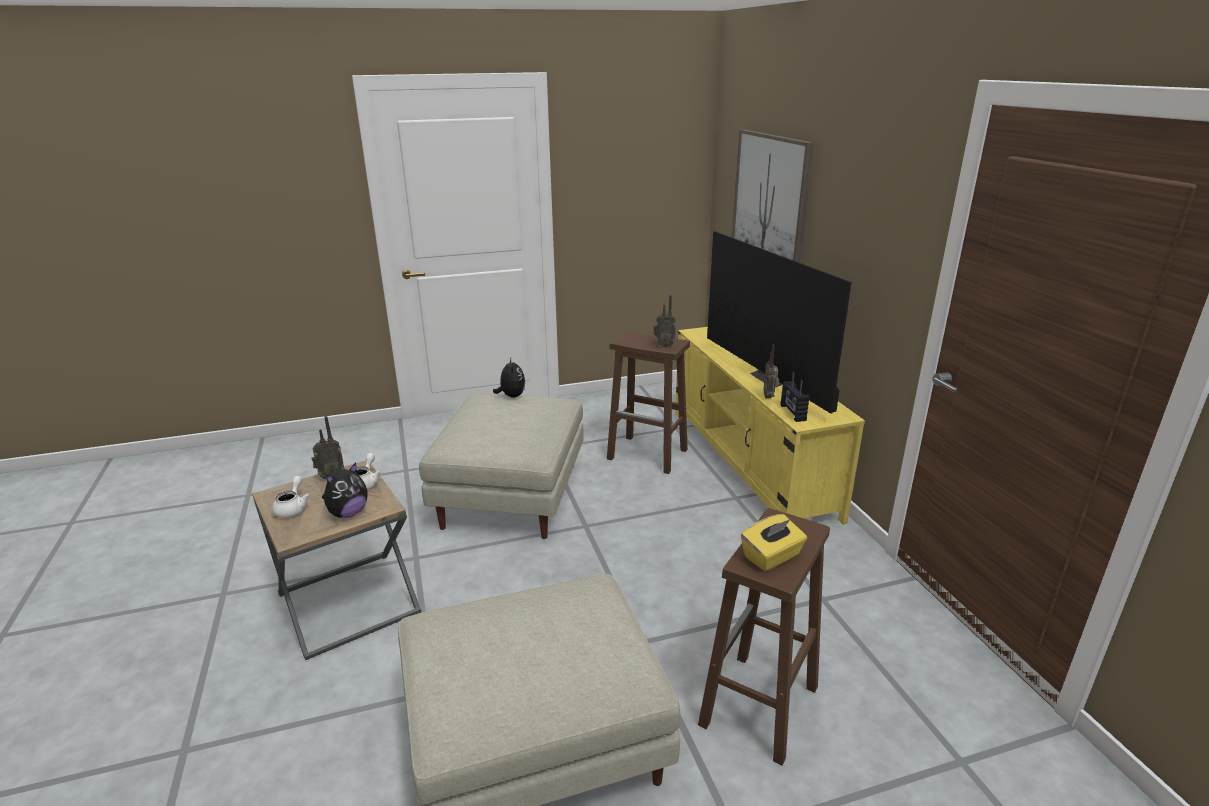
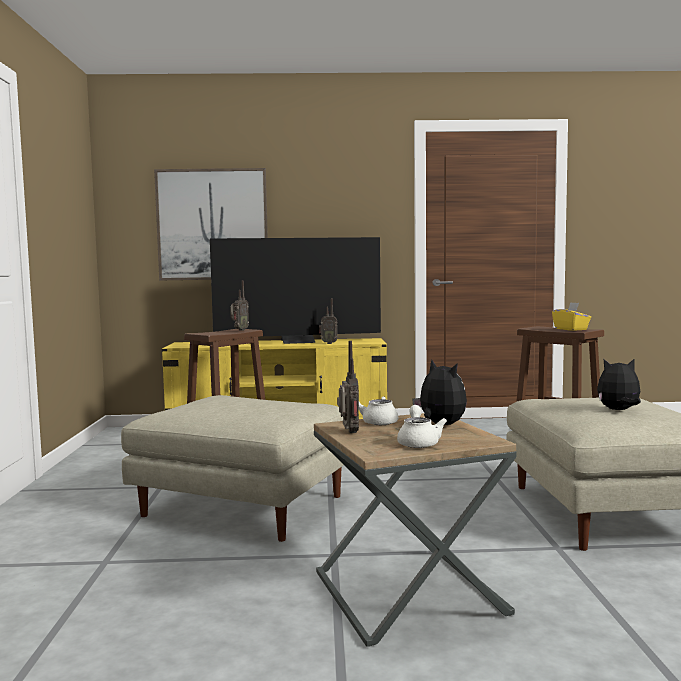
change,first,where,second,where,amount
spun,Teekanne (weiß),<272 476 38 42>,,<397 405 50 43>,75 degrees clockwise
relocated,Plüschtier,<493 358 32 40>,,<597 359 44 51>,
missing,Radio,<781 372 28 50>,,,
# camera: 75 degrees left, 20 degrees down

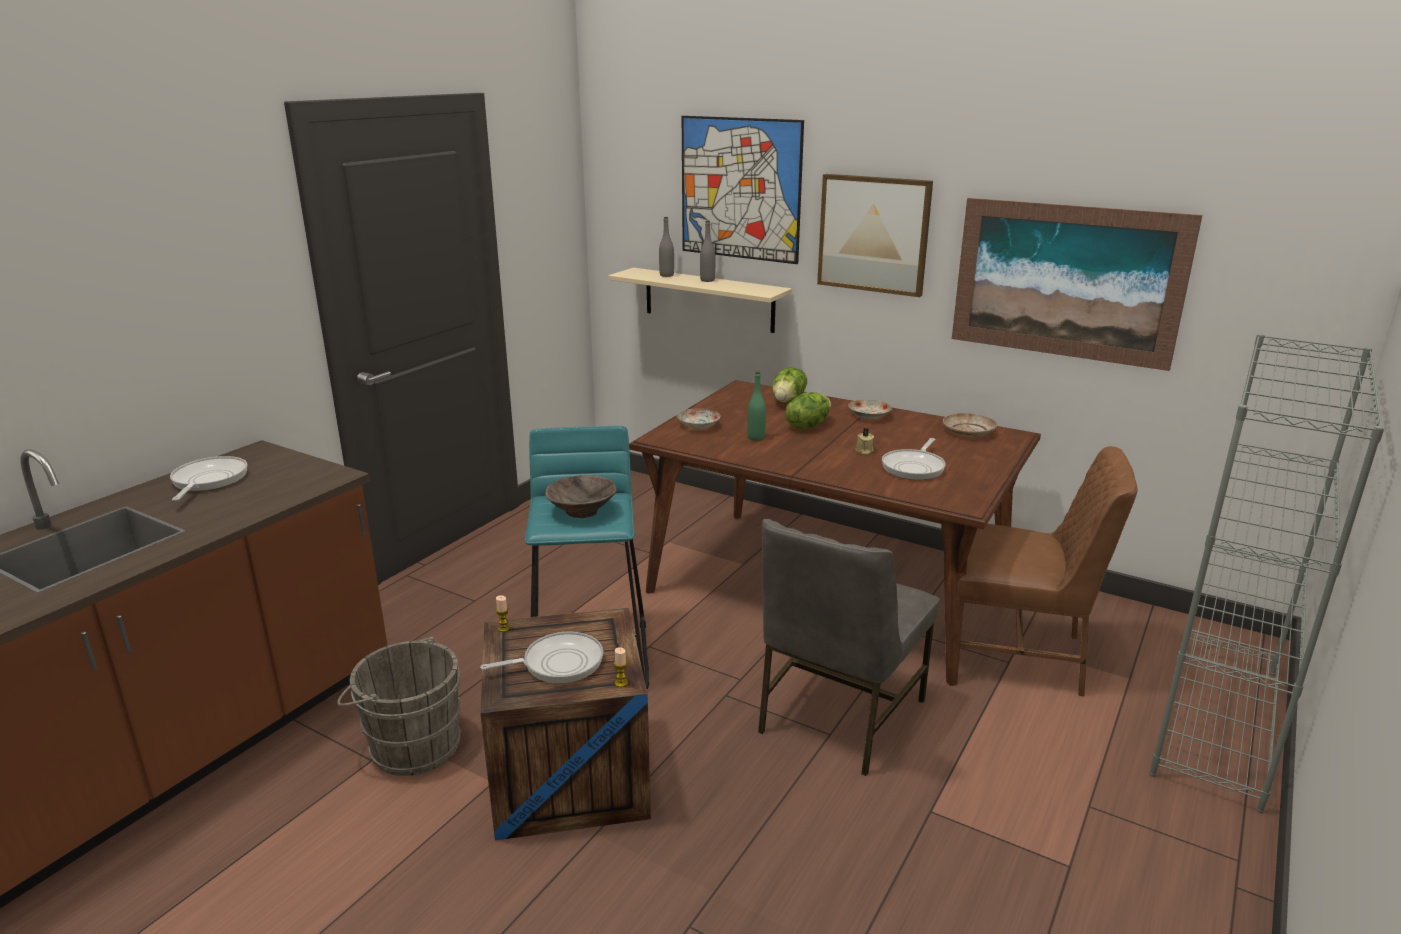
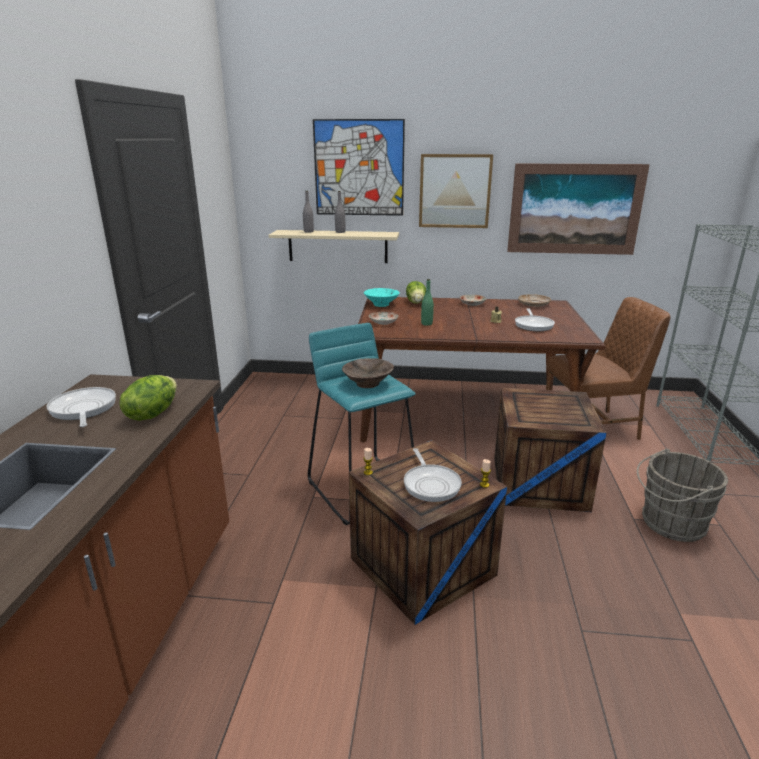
change,first,where,second,where,amount
relocated,Salatkopf,<785 392 46 37>,,<120 375 57 46>,
appeared,,,Schüssel (türkis),<364 288 36 19>,
spun,Pfanne,<480 632 123 51>,,<404 448 58 54>,120 degrees clockwise
exchanged,Stuhl (grau),<758 519 182 257>,Kiste,<494 388 112 124>,
relocated,Eimer (grau),<337 637 125 139>,,<637 449 91 93>,
# camera: 25 degrees left, 0 degrees up

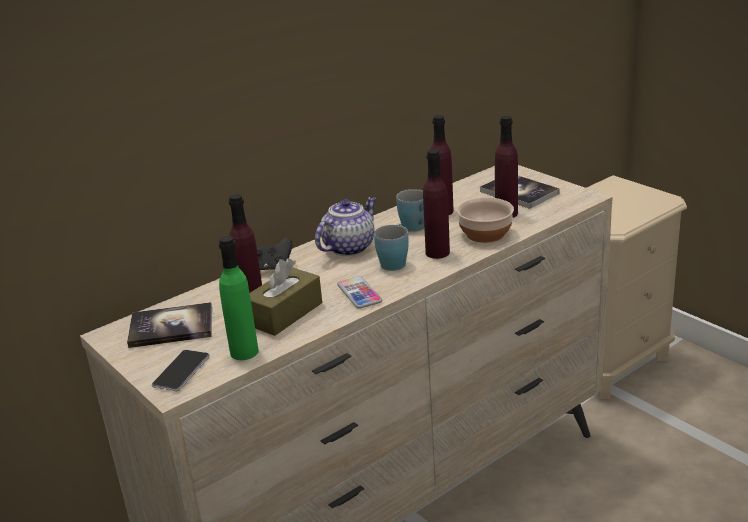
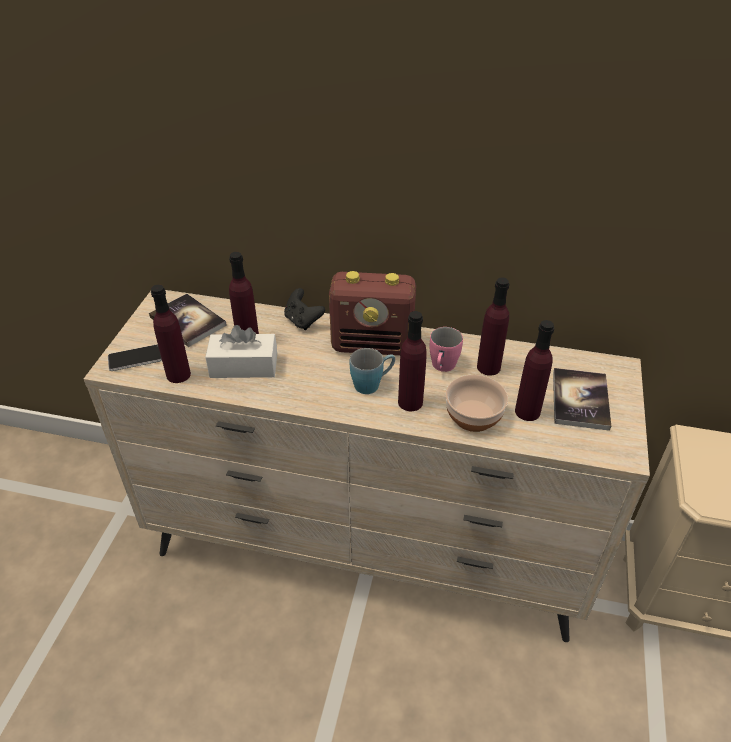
change,first,where,second,where,amount
colour,Flasche (grün),<219 236 40 124>,Flasche (lila),<151 285 40 98>,
colour,Taschentuchbox (braun),<250 258 72 78>,Taschentuchbox (weiß),<205 325 72 53>,
exchanged,Teekanne,<315 197 61 59>,Radio,<329 271 87 85>,
colour,Henkelbecher (blau),<396 189 28 43>,Henkelbecher (rosa),<429 327 34 45>,
missing,Handy,<337 276 45 33>,,,
# camera: 50 degrees right, 15 degrees up

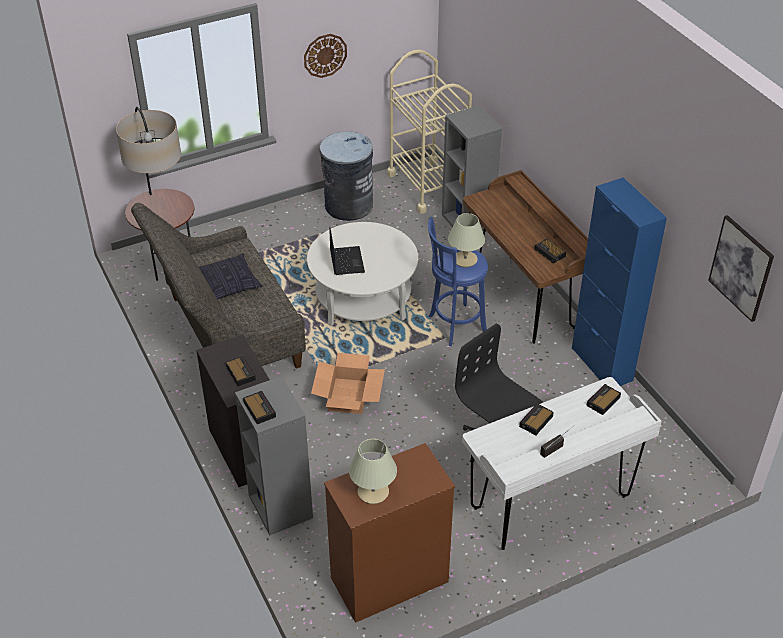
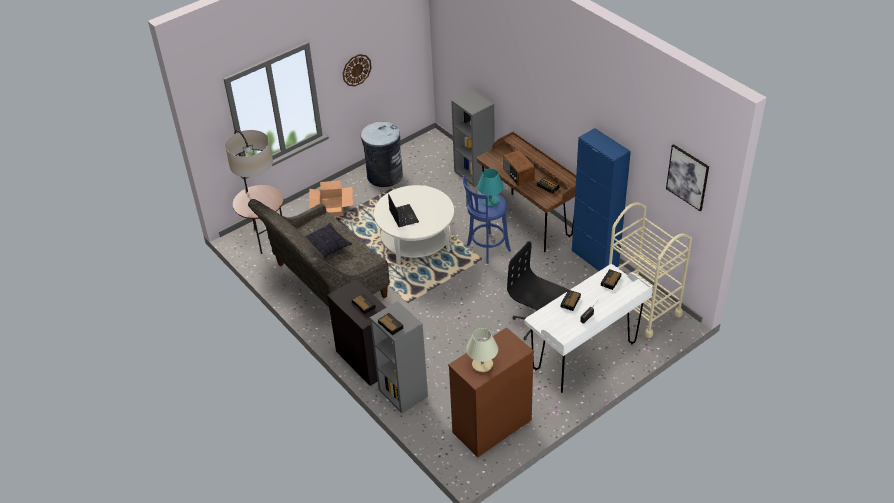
change,first,where,second,where,amount
relocated,Karton,<311 353 74 61>,,<309 180 44 37>,
colour,Tischlampe (beige),<448 213 37 54>,Tischlampe (türkis),<477 169 27 38>,
appeared,,,Radio,<503 150 32 36>,
relocated,Rollwagen (beige),<387 50 85 164>,,<609 202 83 136>,
# camera: 10 degrees left, 0 degrees up

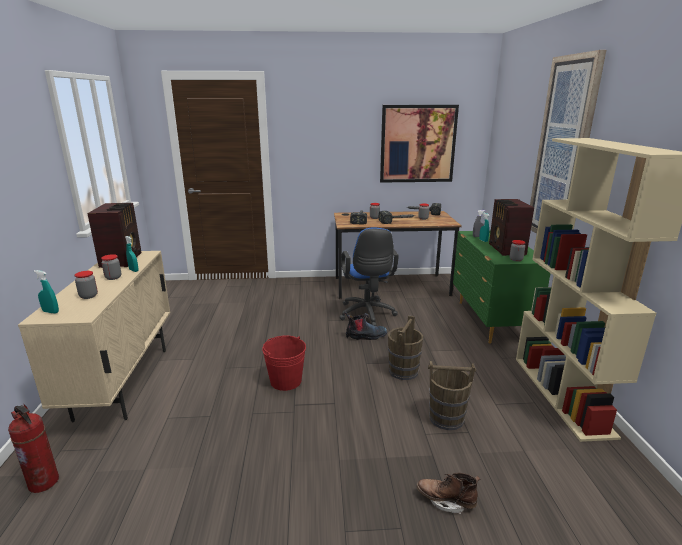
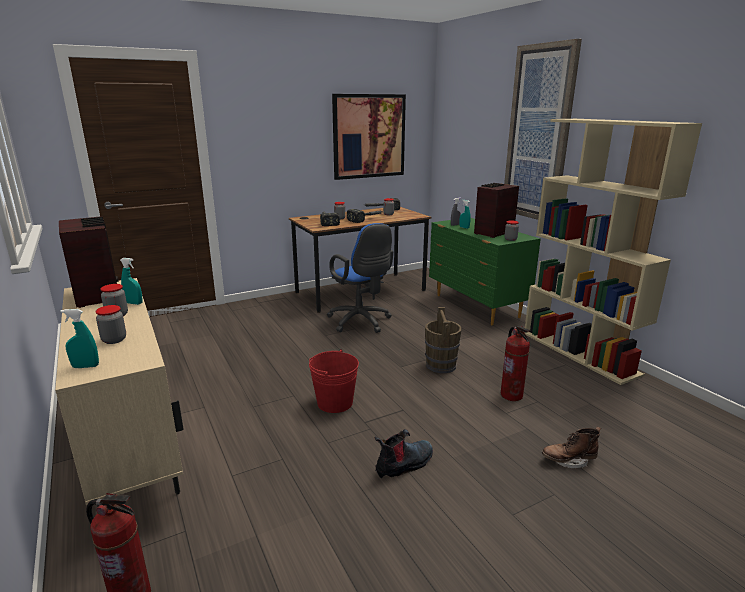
change,first,where,second,where,amount
relocated,Stiefel,<344 311 43 29>,,<375 429 58 49>,
spun,Radio,<489 199 45 57>,,<474 183 45 55>,75 degrees clockwise
exchanged,Eimer (braun),<428 361 48 69>,Feuerlöscher,<501 326 29 75>,
# camera: 25 degrees left, 0 degrees up

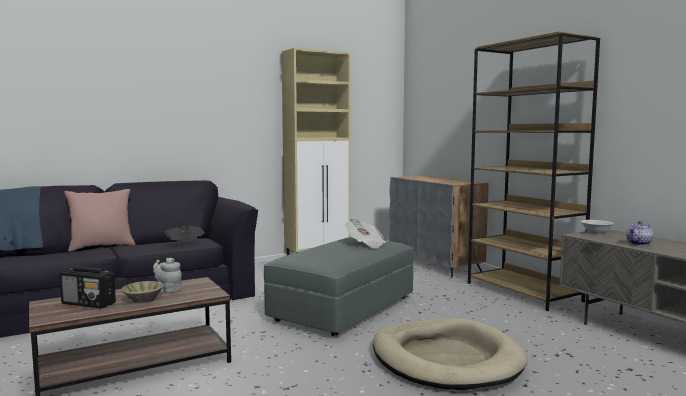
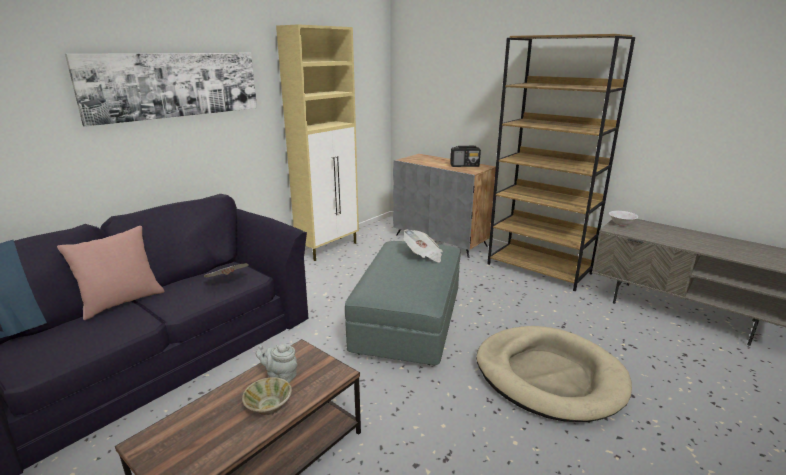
change,first,where,second,where,amount
appeared,,,Bild,<65 53 192 74>,
relocated,Radio,<59 267 57 41>,,<450 145 31 22>,
missing,Teekanne,<626 221 27 24>,,,
# camera: 20 degrees left, 15 degrees up

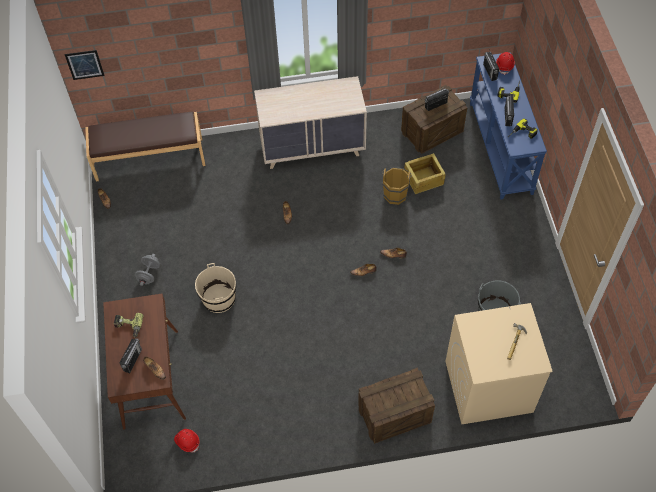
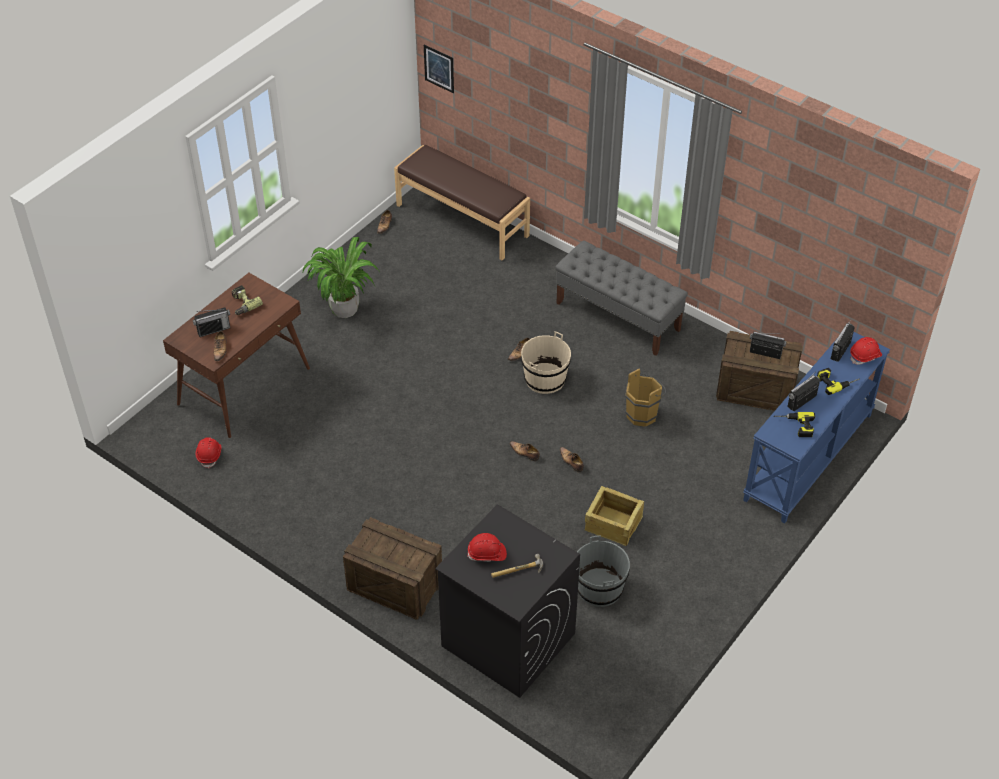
change,first,where,second,where,amount
exchanged,Hantel (grau),<135 254 25 32>,Topfpflanze,<303 237 77 81>,
colour,Waschmaschine (beige),<445 303 108 121>,Waschmaschine (schwarz),<435 504 145 194>,
appeared,,,Schutzhelm (rot),<467 533 40 29>,
relocated,Eimer (beige),<195 263 41 50>,,<521 331 50 63>,
exchanged,Kommode (beige),<254 76 113 93>,Bank (grau),<555 240 133 116>,
relocated,Kiste,<404 153 42 41>,,<585 486 59 60>,
# camera: 45 degrees right, 10 degrees down

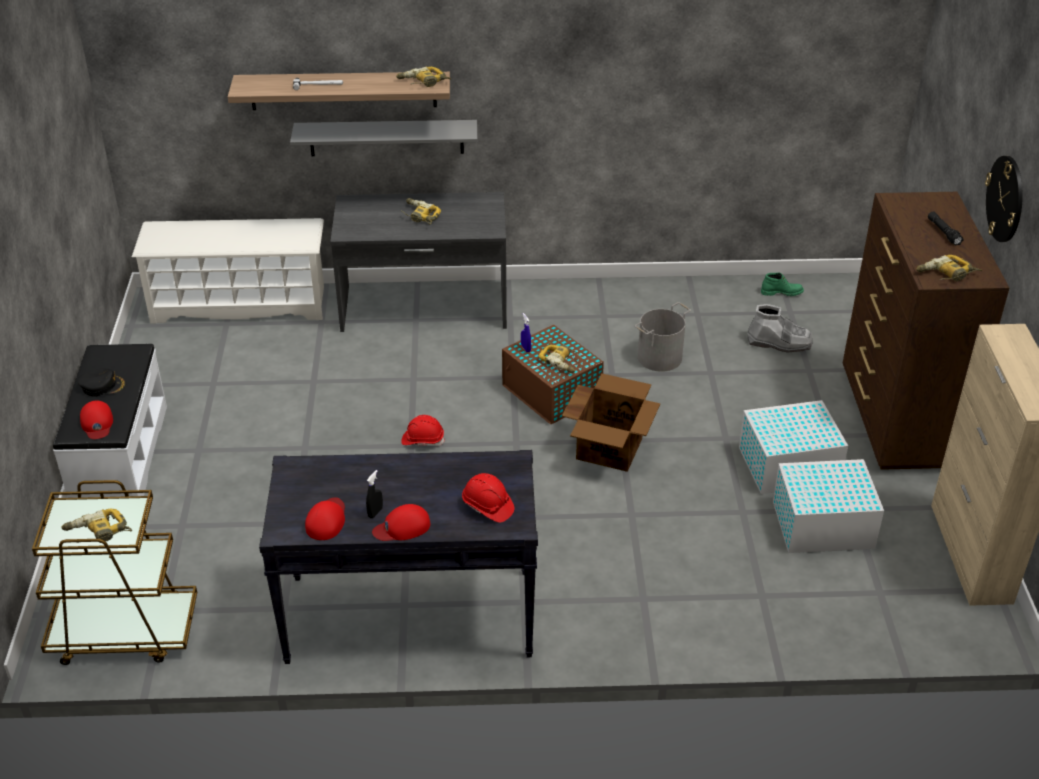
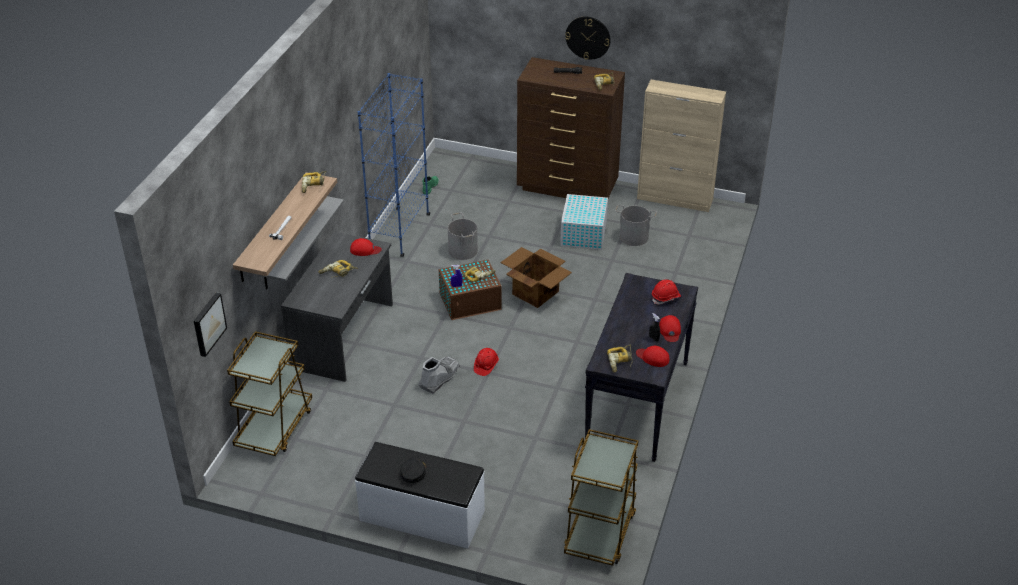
change,first,where,second,where,amount
appeared,,,Bild,<194 292 33 65>,
exchanged,Schuhregal (weiß),<132 218 192 105>,Rollwagen (braun),<227 331 85 125>,
relocated,Kappe (rot),<80 400 33 39>,,<350 238 32 18>,
appeared,,,Bücherregal (blau),<358 73 72 184>,
relocated,Stiefel (grau),<748 304 65 48>,,<419 357 41 37>,
relocated,Bohrmaschine,<61 509 71 34>,,<607 345 25 28>,
exchanged,Aufbewahrungsbox (weiß),<773 459 111 94>,Eimer (grau),<615 205 42 41>,
# camera: 70 degrees left, 0 degrees up

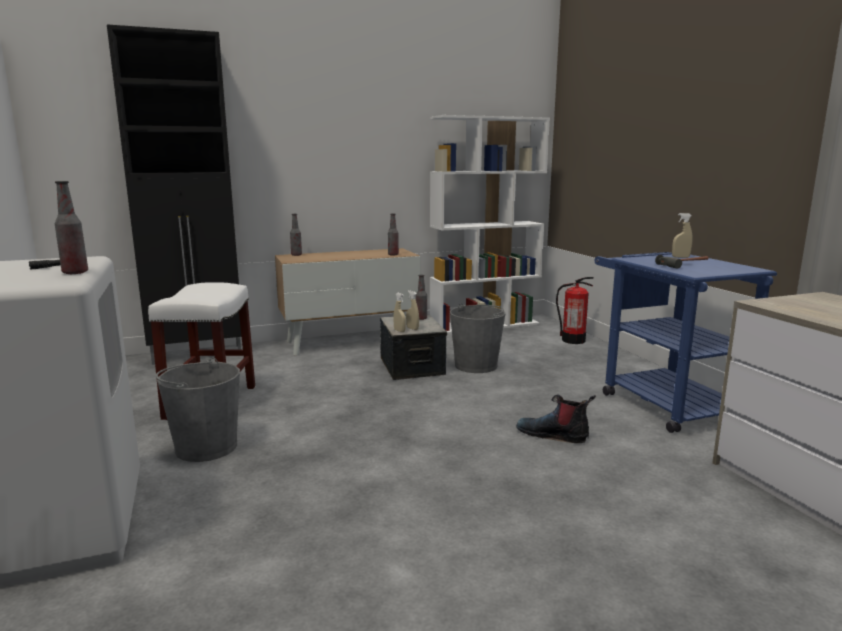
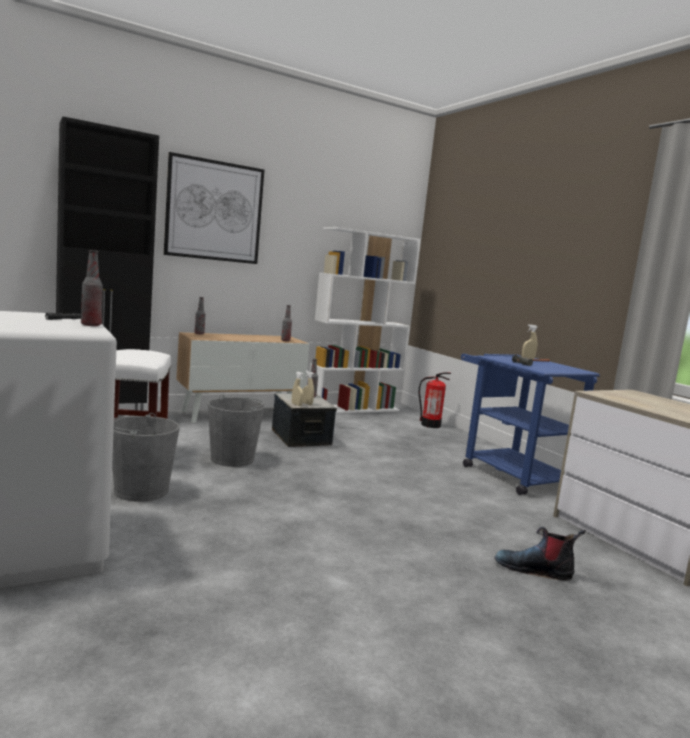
change,first,where,second,where,amount
appeared,,,Bild,<164 152 100 112>,
relocated,Eimer (grau),<450 303 55 70>,,<208 395 57 72>,
relocated,Stiefel,<516 394 80 49>,,<494 527 92 54>,
# camera: 10 degrees left, 5 degrees down

